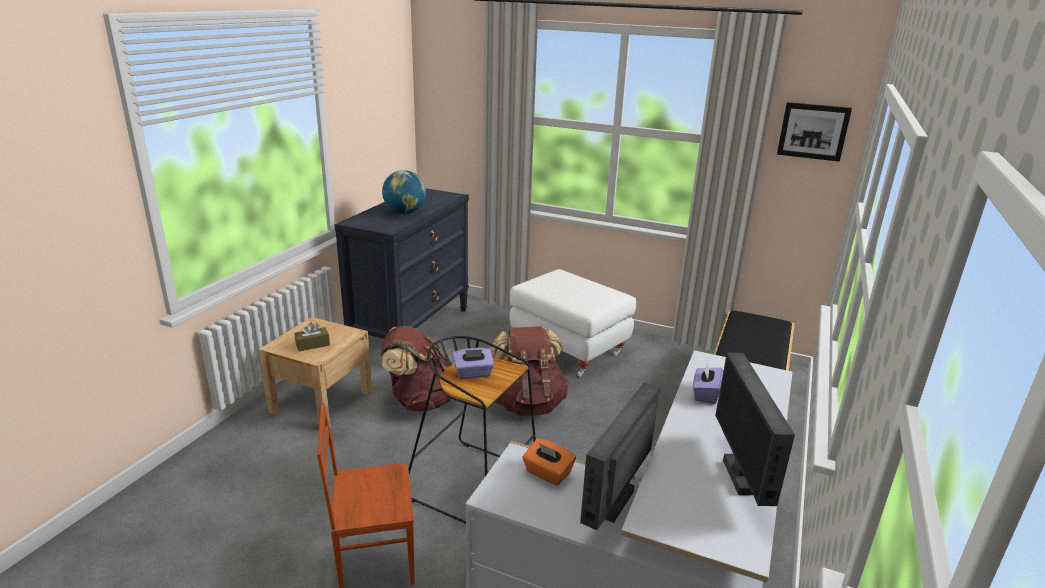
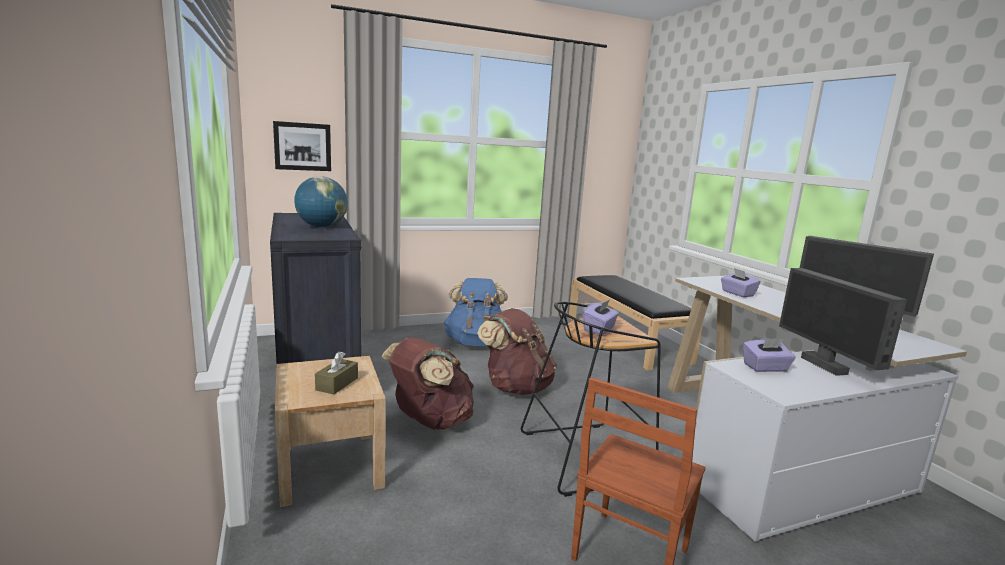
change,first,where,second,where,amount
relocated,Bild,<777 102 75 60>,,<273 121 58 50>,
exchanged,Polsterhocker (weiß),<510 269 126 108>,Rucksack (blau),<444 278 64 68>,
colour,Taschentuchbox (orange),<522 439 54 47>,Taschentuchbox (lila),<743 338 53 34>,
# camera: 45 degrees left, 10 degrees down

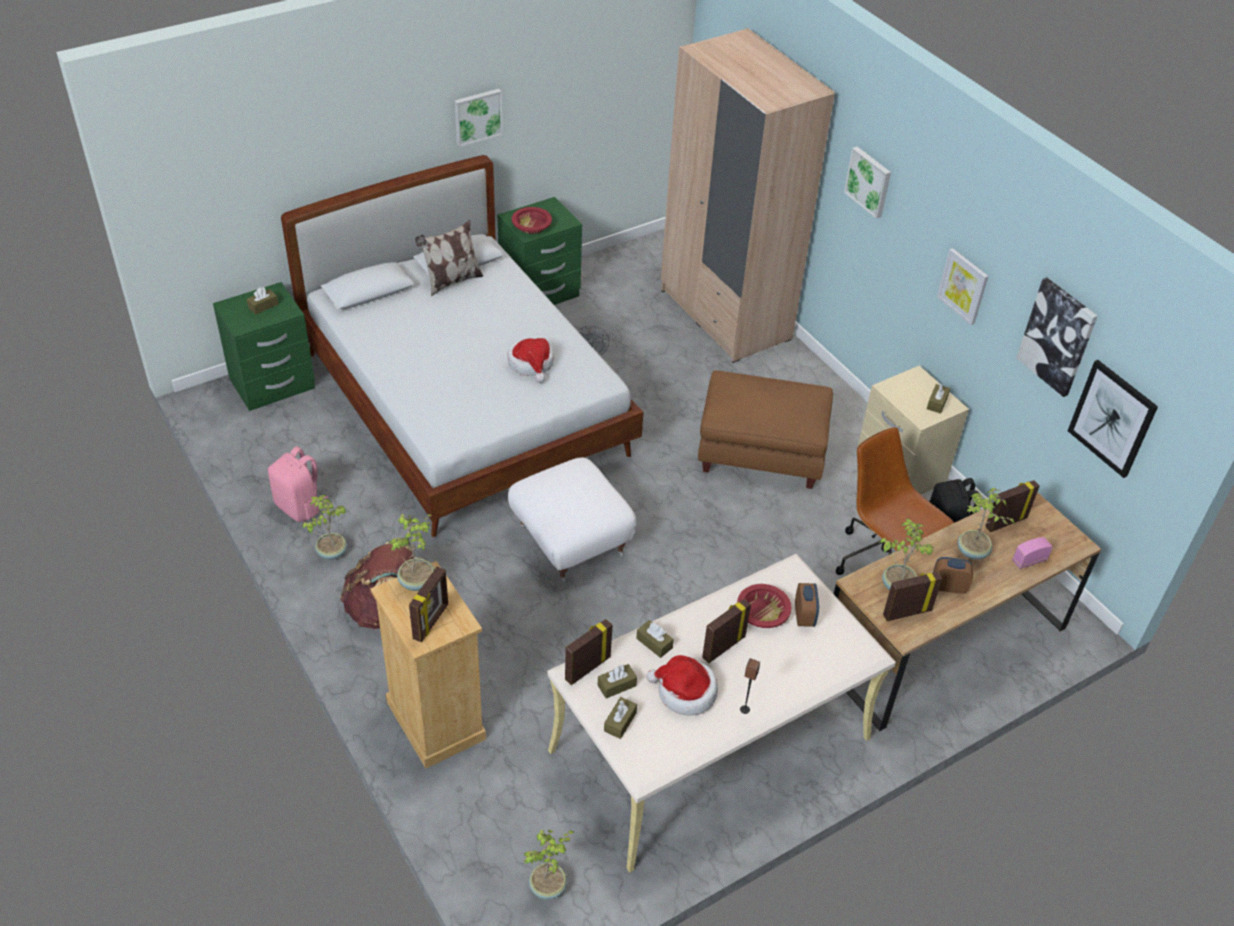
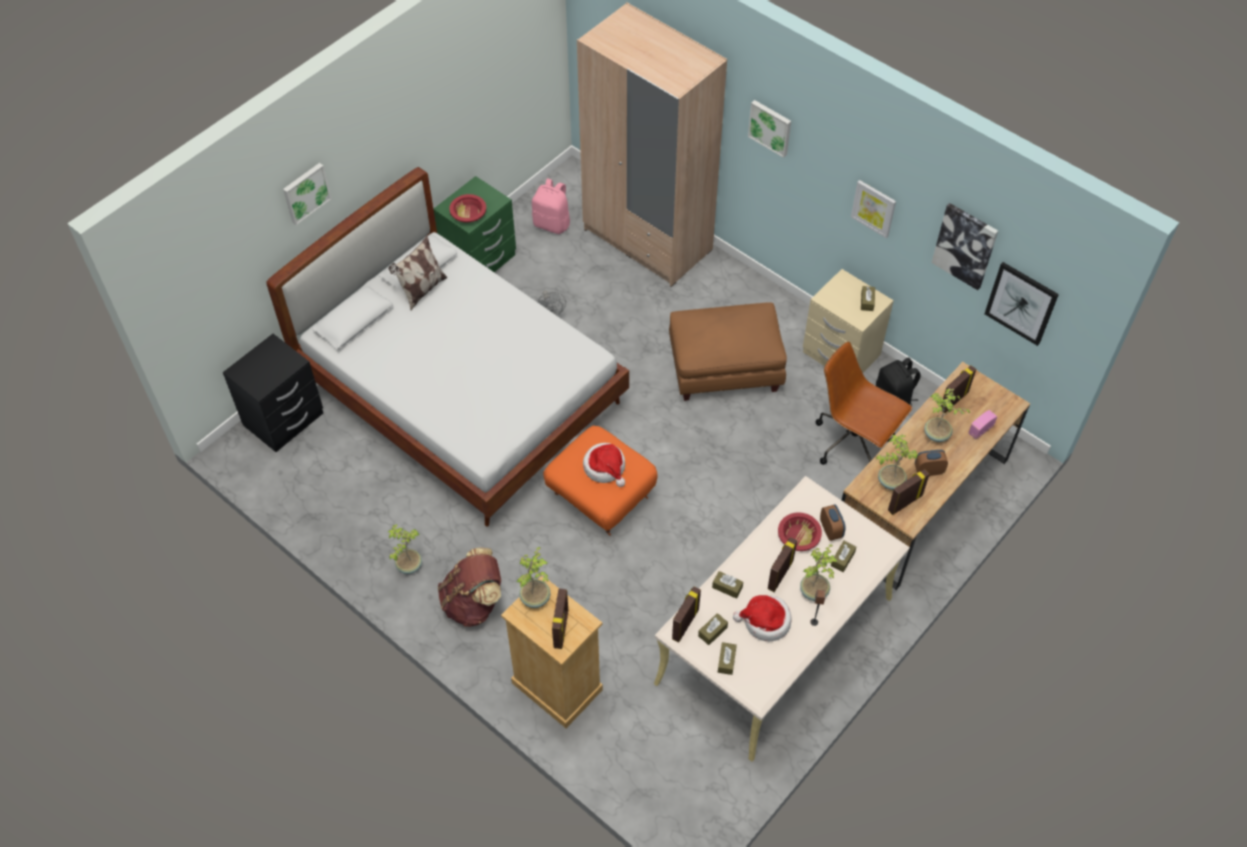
change,first,where,second,where,amount
colour,Nachttisch (grün),<213 282 102 129>,Nachttisch (schwarz),<223 334 100 118>,
relocated,Bild,<455 89 48 58>,,<283 163 48 62>,
relocated,Rucksack (rosa),<268 446 60 76>,,<532 178 38 56>,
colour,Polsterhocker (weiß),<508 457 128 125>,Polsterhocker (orange),<543 425 115 111>,
relocated,Hut,<507 337 47 46>,,<583 443 42 44>,
relocated,Topfpflanze,<524 830 50 70>,,<800 544 37 57>,
relocated,Taschentuchbox (braun),<247 287 31 28>,,<831 541 25 31>,
# camera: 15 degrees left, 10 degrees up

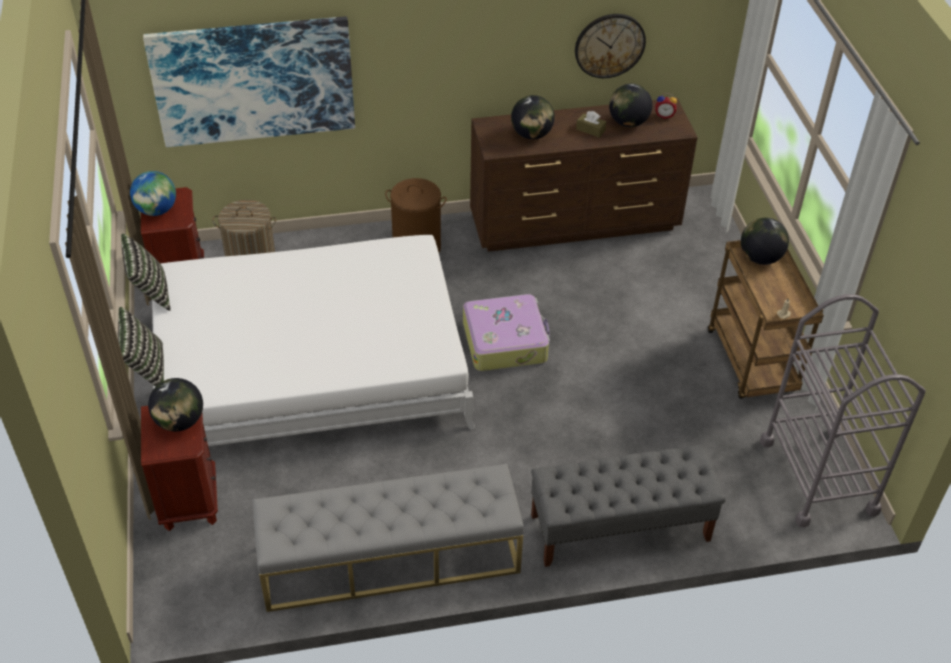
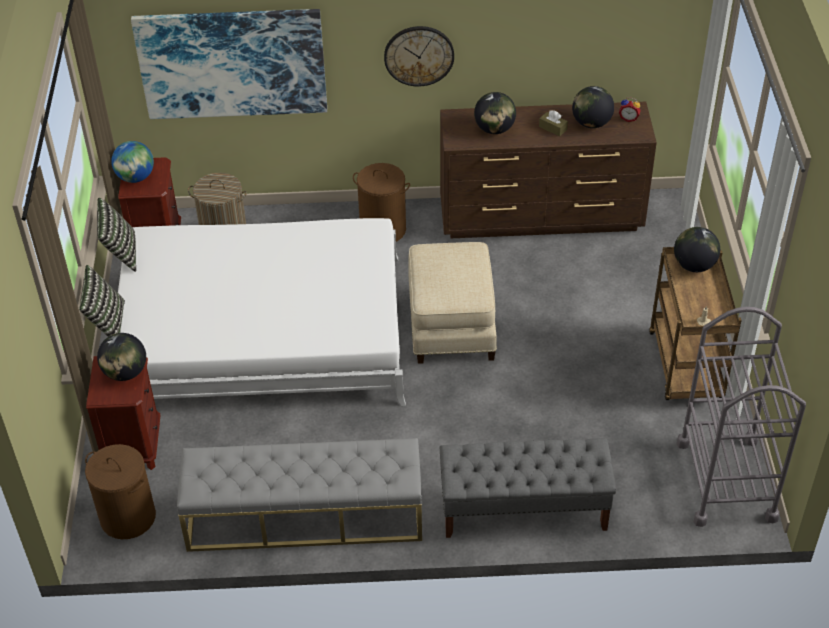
change,first,where,second,where,amount
appeared,,,Wäschekorb (braun),<85 444 71 95>,
relocated,Wanduhr,<575 14 71 64>,,<384 26 70 60>,
exchanged,Koffer,<463 294 87 77>,Polsterhocker (beige),<408 242 89 122>,
# camera: 10 degrees right, 0 degrees up

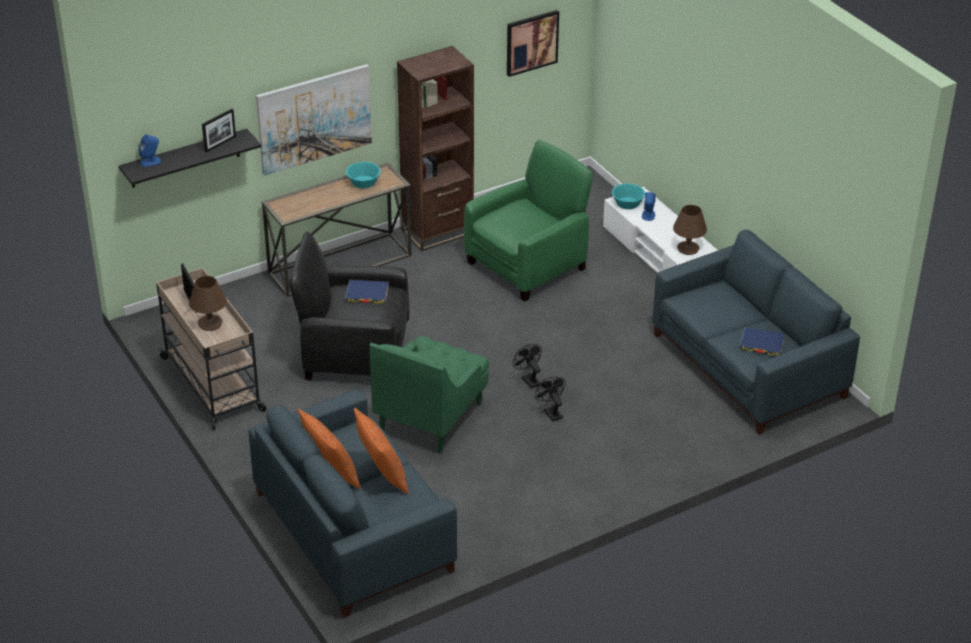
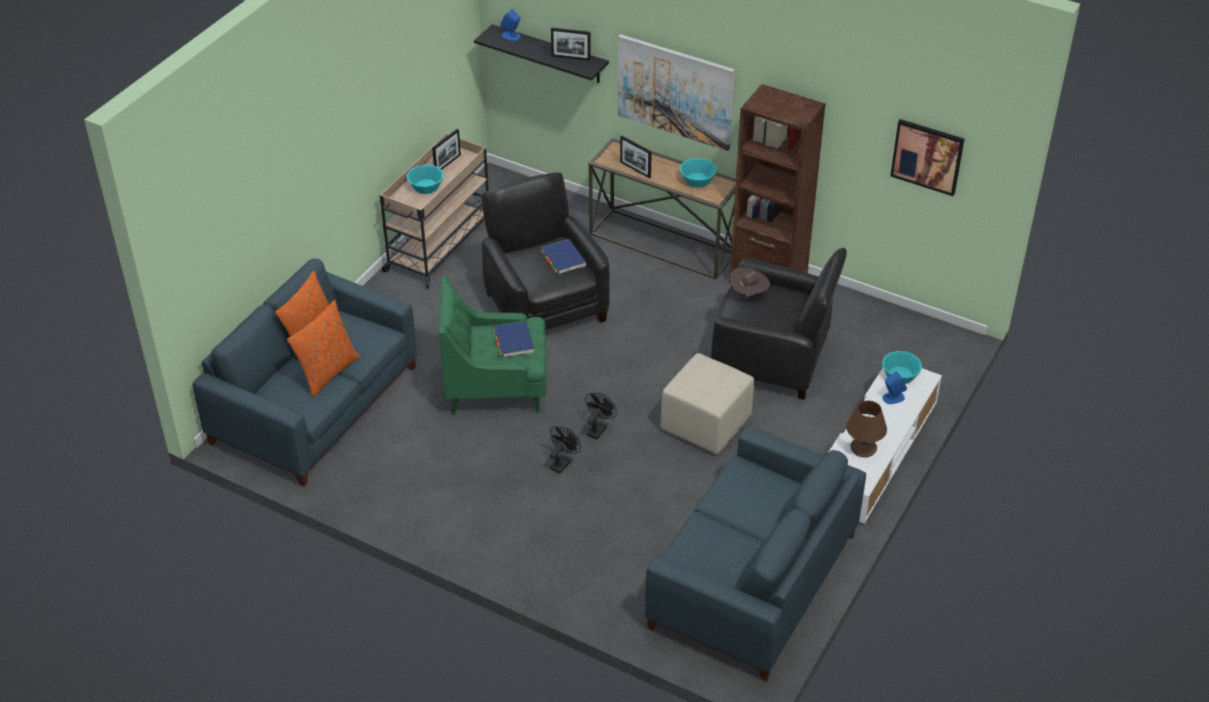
change,first,where,second,where,amount
exchanged,Tischlampe (braun),<189 276 38 55>,Schüssel (türkis),<407 165 36 29>,
relocated,Buch (blau),<739 327 46 29>,,<493 321 41 37>,
appeared,,,Bilderrahmen,<620 136 32 42>,
appeared,,,Polsterhocker (beige),<660 353 94 101>,
colour,Sessel (grün),<464 140 129 162>,Sessel (schwarz),<711 248 136 152>,
appeared,,,Hut (braun),<730 267 40 31>,
# camera: 60 degrees right, 5 degrees up

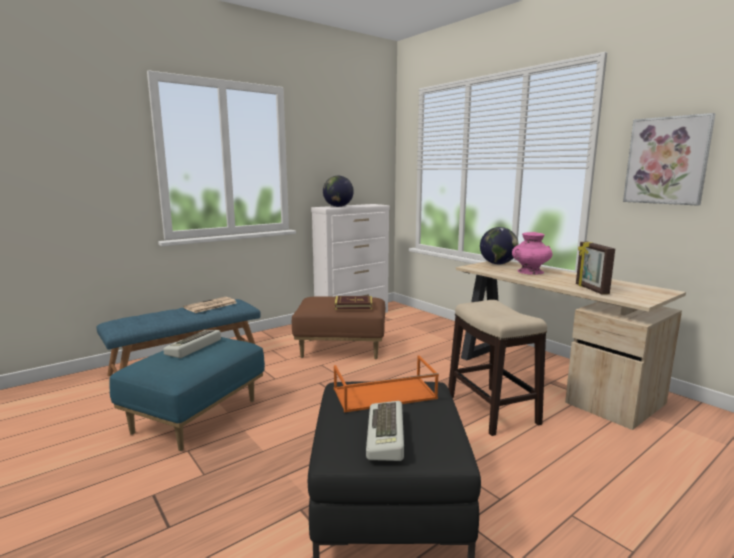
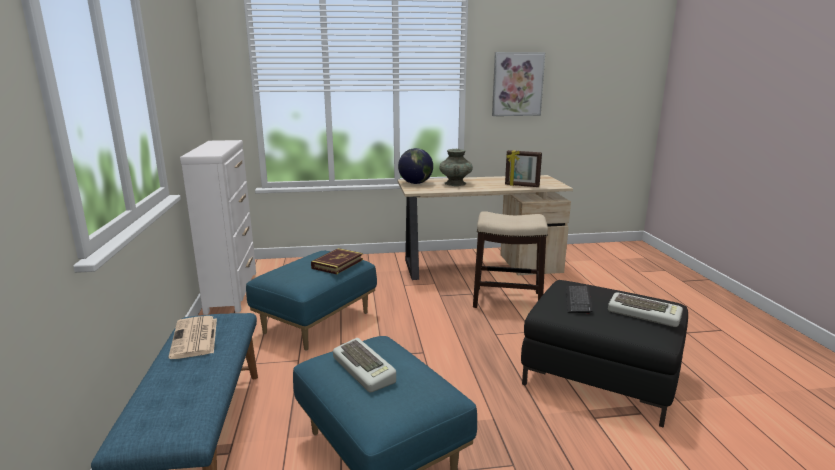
change,first,where,second,where,amount
colour,Polsterhocker (braun),<292 296 93 64>,Polsterhocker (blau),<246 251 131 100>,
colour,Vase (rosa),<512 232 40 43>,Vase (türkis),<439 149 34 37>,
exchanged,Tablett (orange),<334 355 105 58>,Tastatur,<566 285 26 29>,
missing,Globus,<323 176 31 31>,,,
# camera: 60 degrees left, 5 degrees up

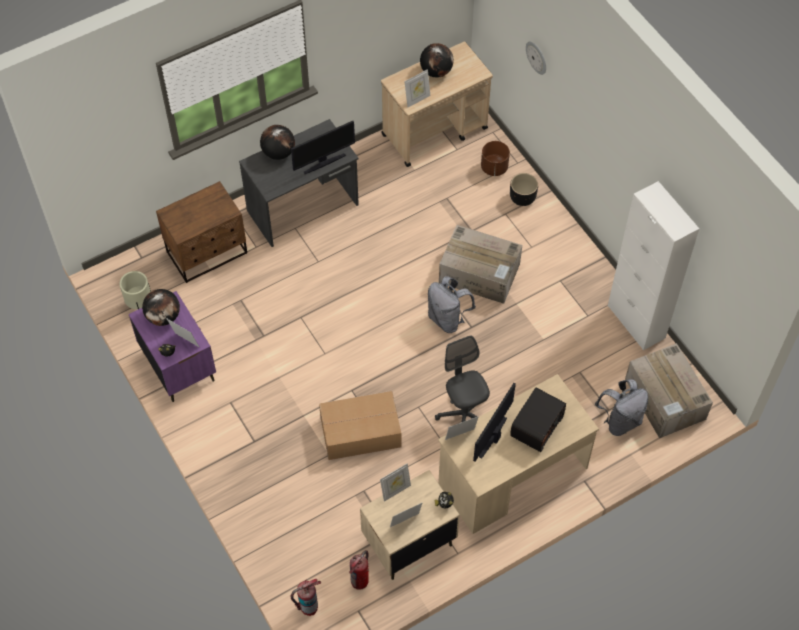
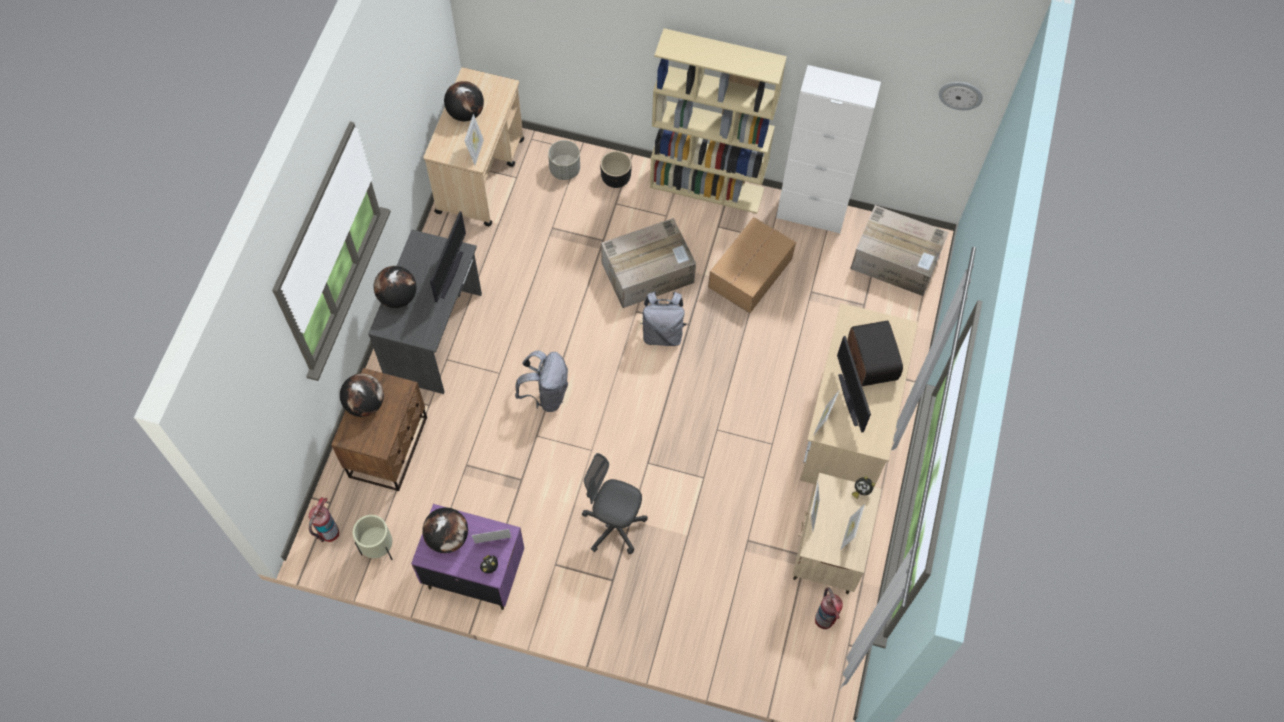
change,first,where,second,where,amount
relocated,Feuerlöscher,<290 579 31 37>,,<309 497 30 45>,
appeared,,,Globus,<340 373 44 44>,
relocated,Rucksack (grau),<595 379 53 57>,,<515 350 53 62>,
colour,Pflanzkübel (braun),<481 141 29 35>,Pflanzkübel (grau),<548 140 32 40>,
relocated,Bürostuhl (grau),<435 335 55 87>,,<582 453 66 101>,
appeared,,,Bücherregal (beige),<650 28 137 185>,
relocated,Karton,<319 391 82 69>,,<708 217 88 96>,
relocated,Wanduhr,<526 41 20 34>,,<939 82 44 28>,
# camera: 45 degrees left, 5 degrees up

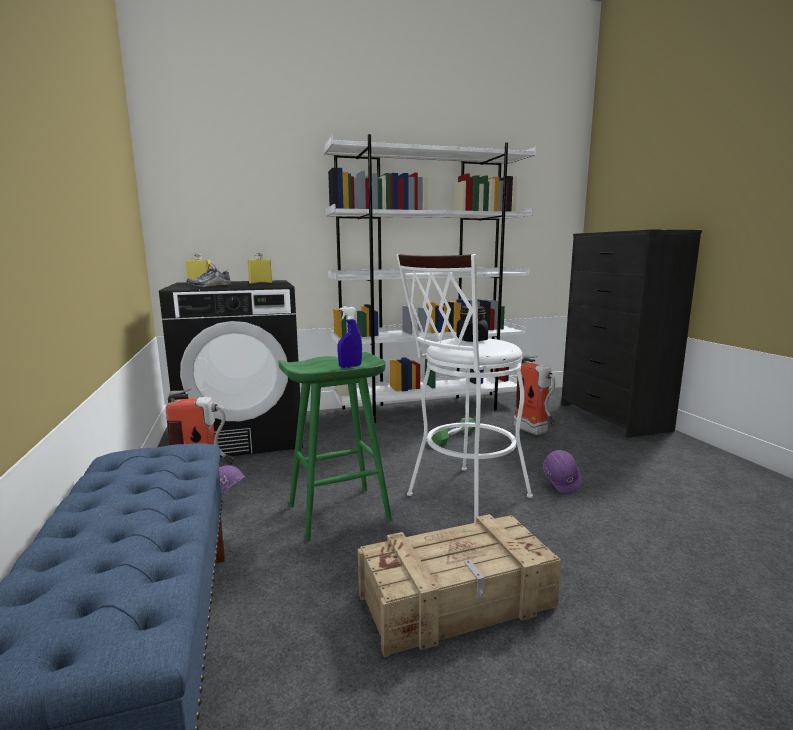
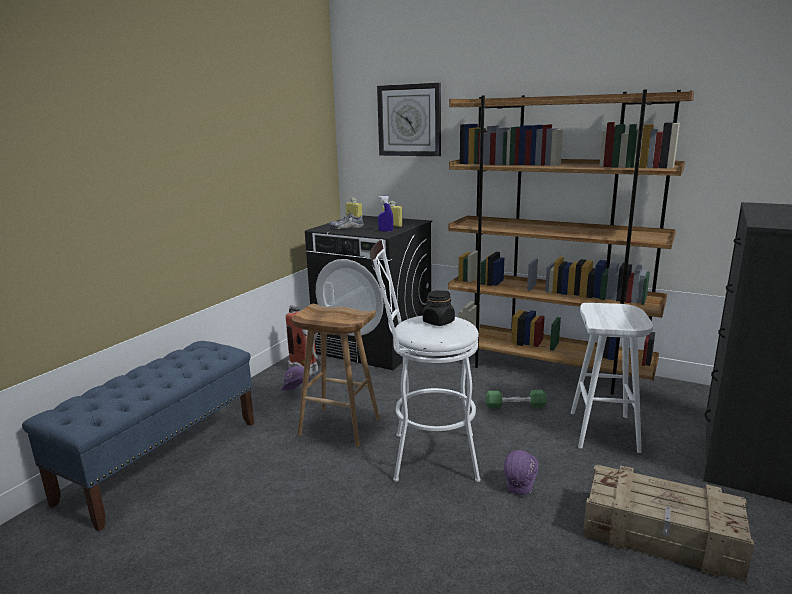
change,first,where,second,where,amount
colour,Hocker (grün),<278 352 114 190>,Hocker (braun),<292 304 88 143>,
appeared,,,Wanduhr,<377 83 64 73>,
relocated,Sprühflasche (blau),<338 307 24 61>,,<378 196 15 36>,
colour,Bücherregal (weiß),<323 134 213 289>,Bücherregal (braun),<448 89 246 306>,
exchanged,Feuerlöscher,<513 355 44 80>,Hocker (weiß),<571 303 82 150>,
relocated,Kiste,<358 514 203 143>,,<583 465 171 117>,
# camera: 45 degrees right, 5 degrees up

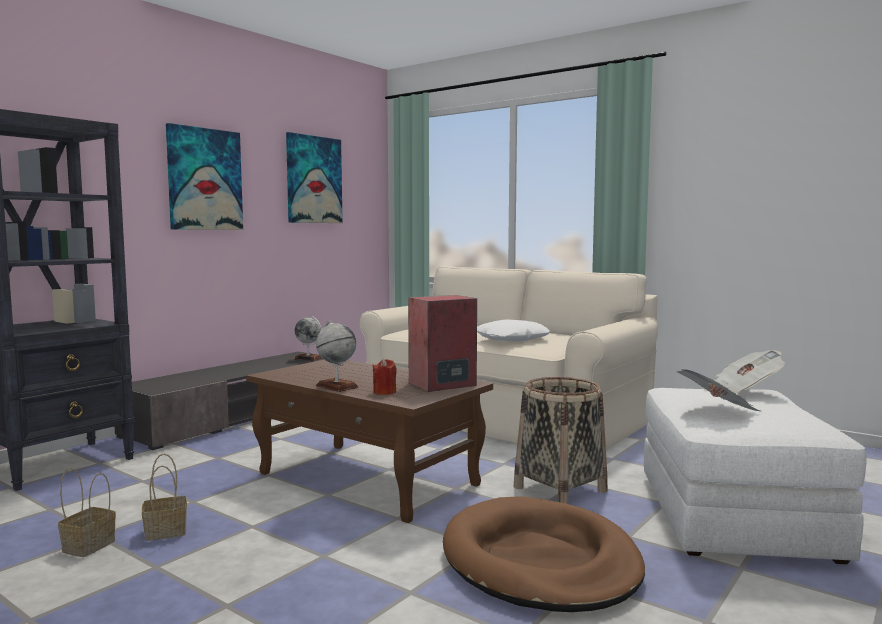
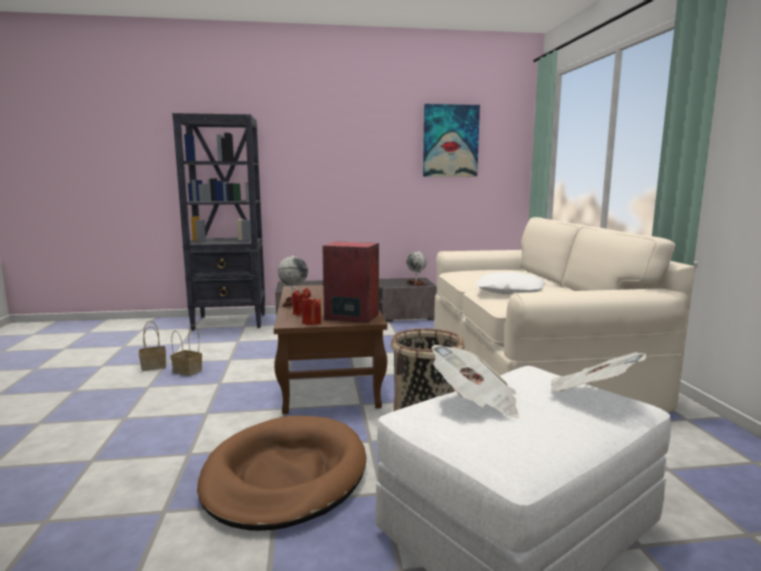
change,first,where,second,where,amount
appeared,,,Kerze (rot),<301 295 20 30>,
missing,Bild,<166 123 77 107>,,,
# camera: 45 degrees right, 5 degrees up

